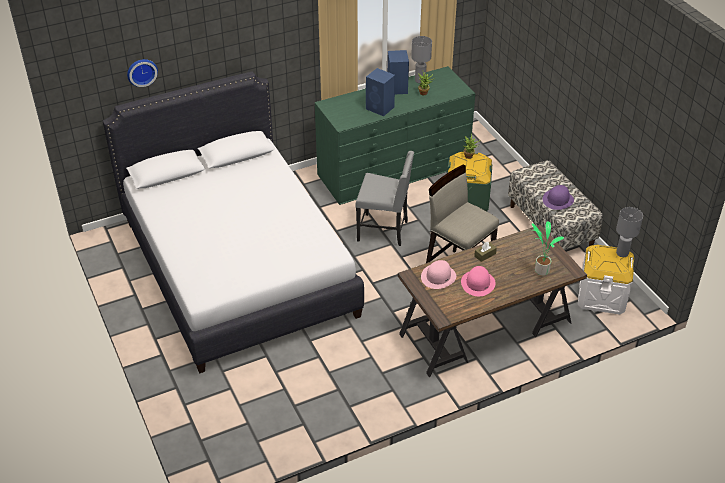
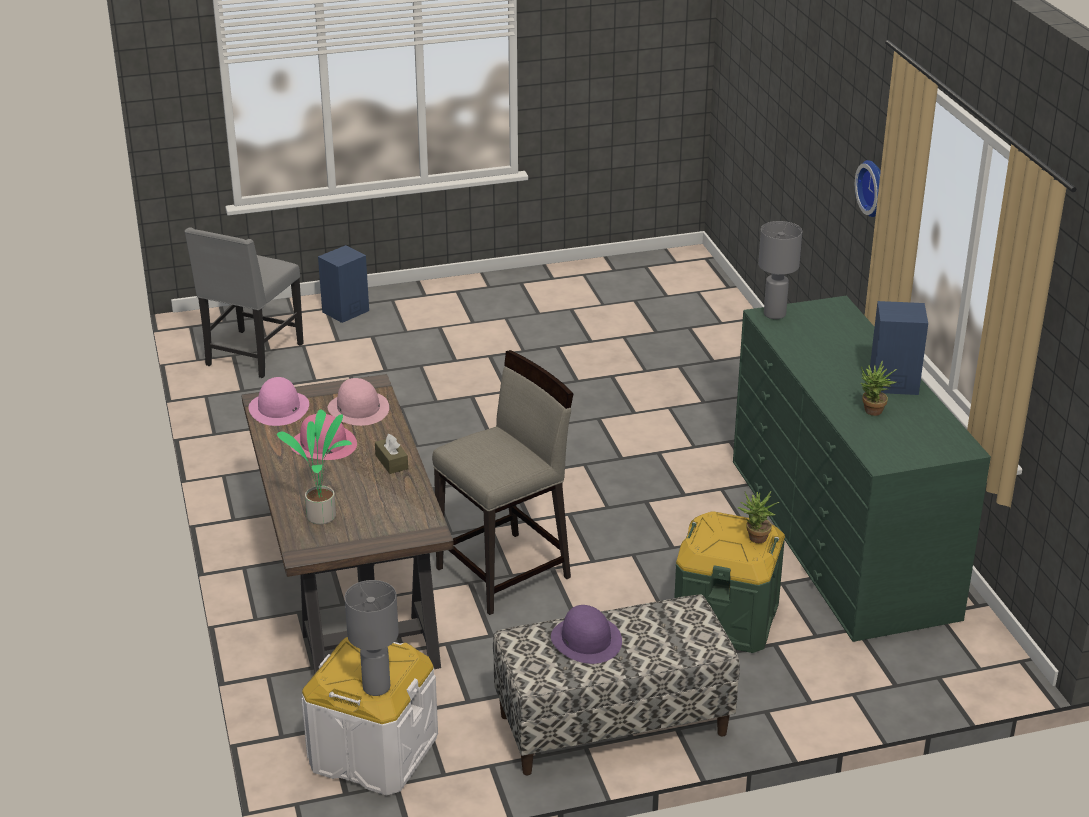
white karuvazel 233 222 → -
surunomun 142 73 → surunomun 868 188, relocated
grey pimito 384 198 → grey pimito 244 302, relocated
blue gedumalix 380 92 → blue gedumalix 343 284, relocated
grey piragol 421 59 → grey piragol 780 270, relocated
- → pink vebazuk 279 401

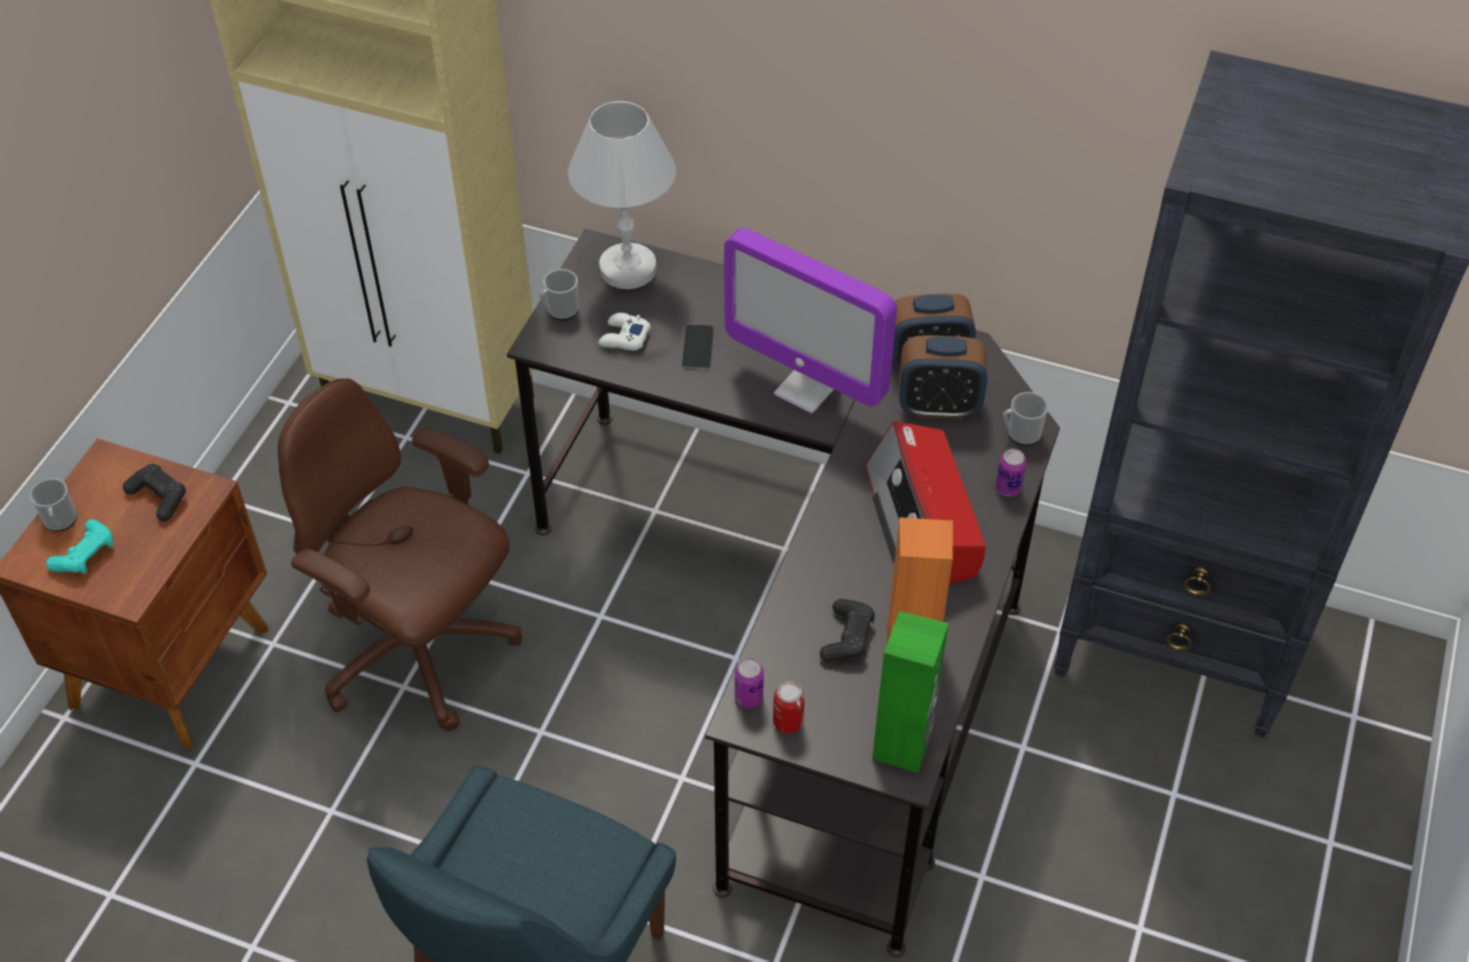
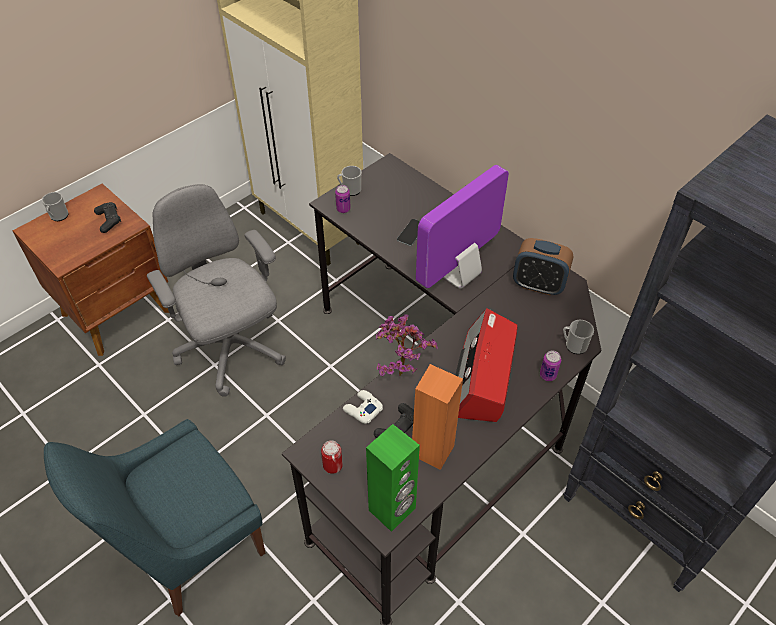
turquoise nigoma 79 546 → -
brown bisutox 400 554 → grey bisutox 216 290
white piragol 622 195 → -
white nigoma 624 332 → white nigoma 363 407, relocated
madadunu 810 321 → madadunu 462 227, 75 degrees clockwise
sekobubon 749 683 → sekobubon 343 199, relocated
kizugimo 943 377 → -
- → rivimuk 407 345

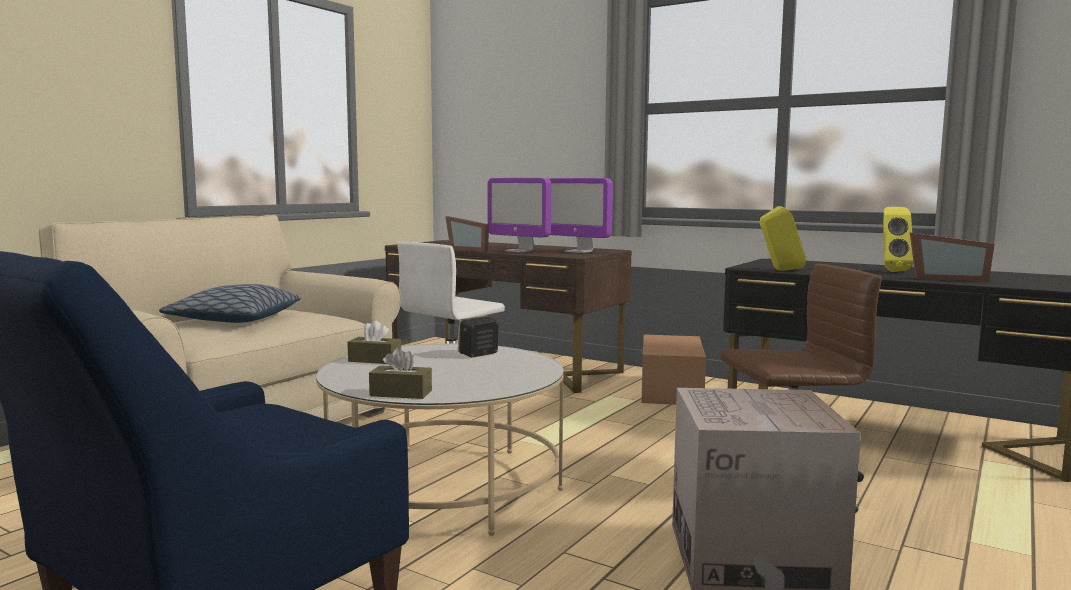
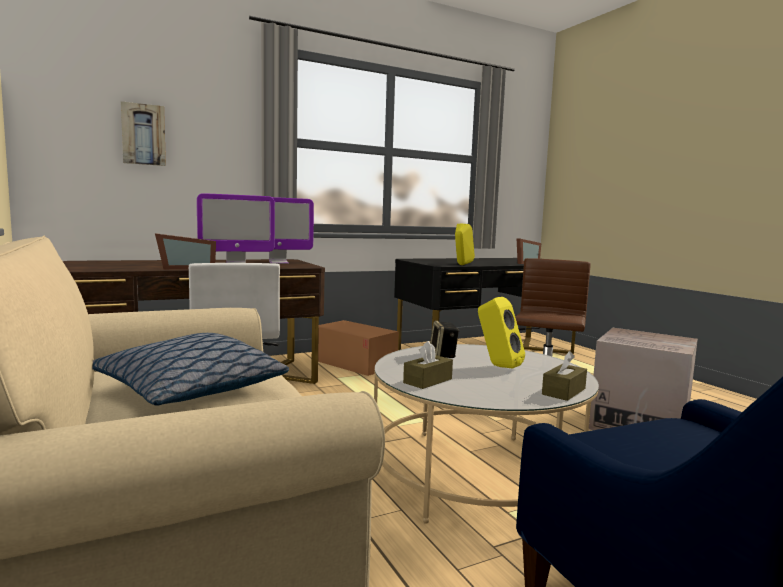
yellow gedumalix 898 239 → yellow gedumalix 501 333, relocated
- → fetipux 143 133

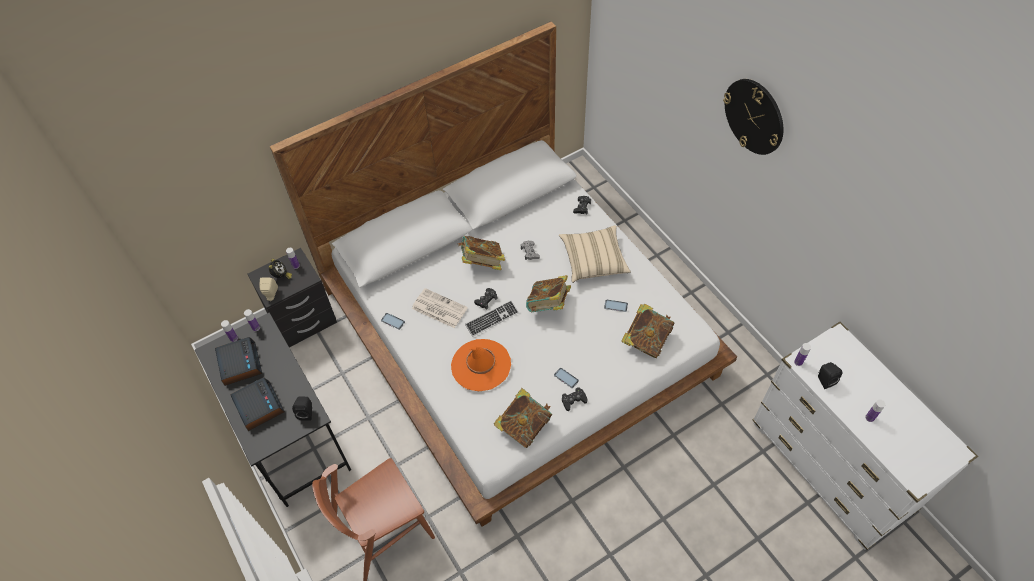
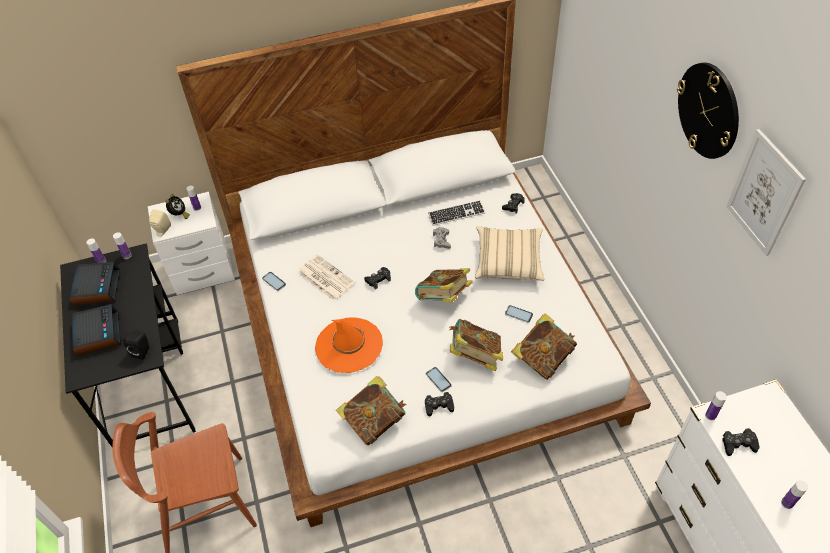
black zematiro 292 297 → white zematiro 191 243
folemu 481 253 → folemu 476 345, relocated
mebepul 492 318 → mebepul 456 213, relocated
black gedumalix 830 375 → black nigoma 740 442
- → fetipux 766 192

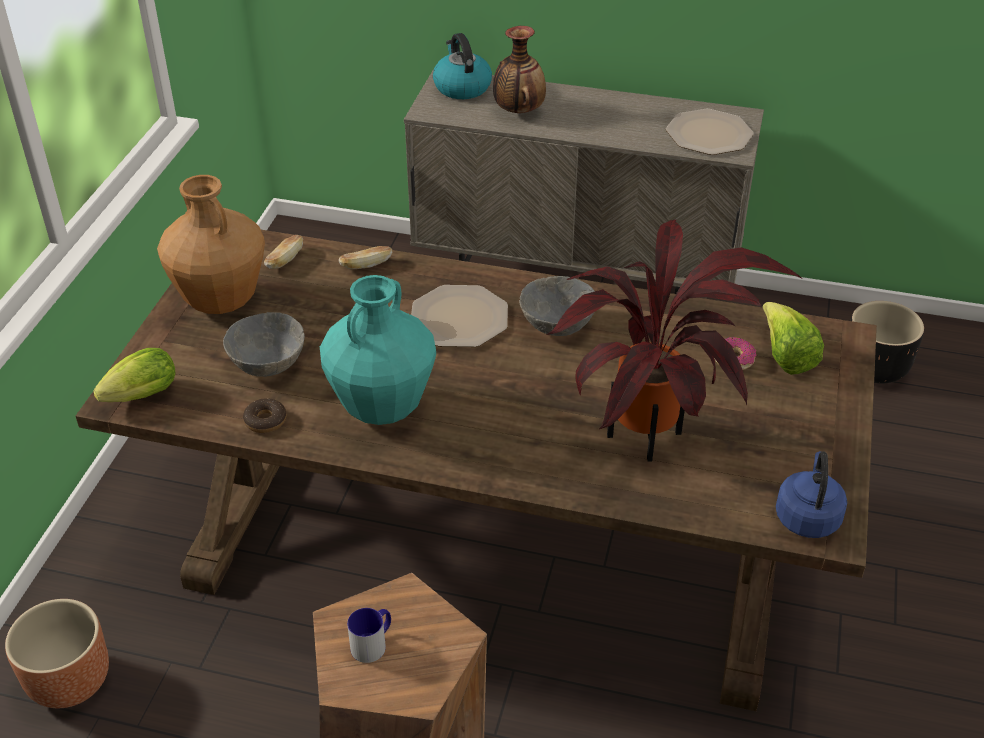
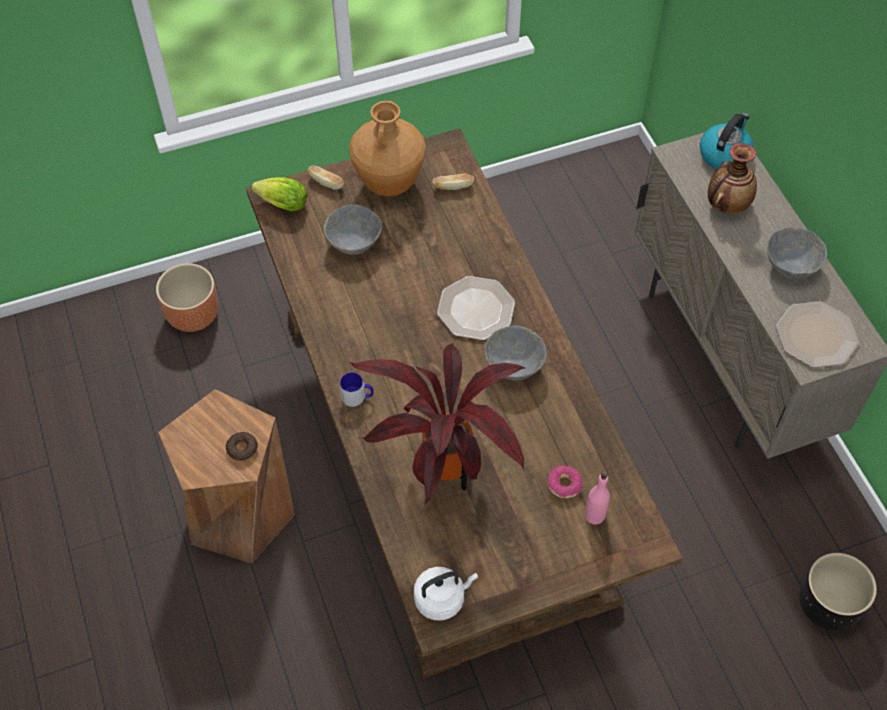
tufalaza 264 415 → tufalaza 242 446, relocated
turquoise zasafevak 378 350 → -
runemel 366 257 → runemel 326 177, relocated
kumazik 369 635 → kumazik 357 389, relocated
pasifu 793 338 → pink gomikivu 597 498
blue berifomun 811 494 → white berifomun 446 594
- → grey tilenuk 797 252

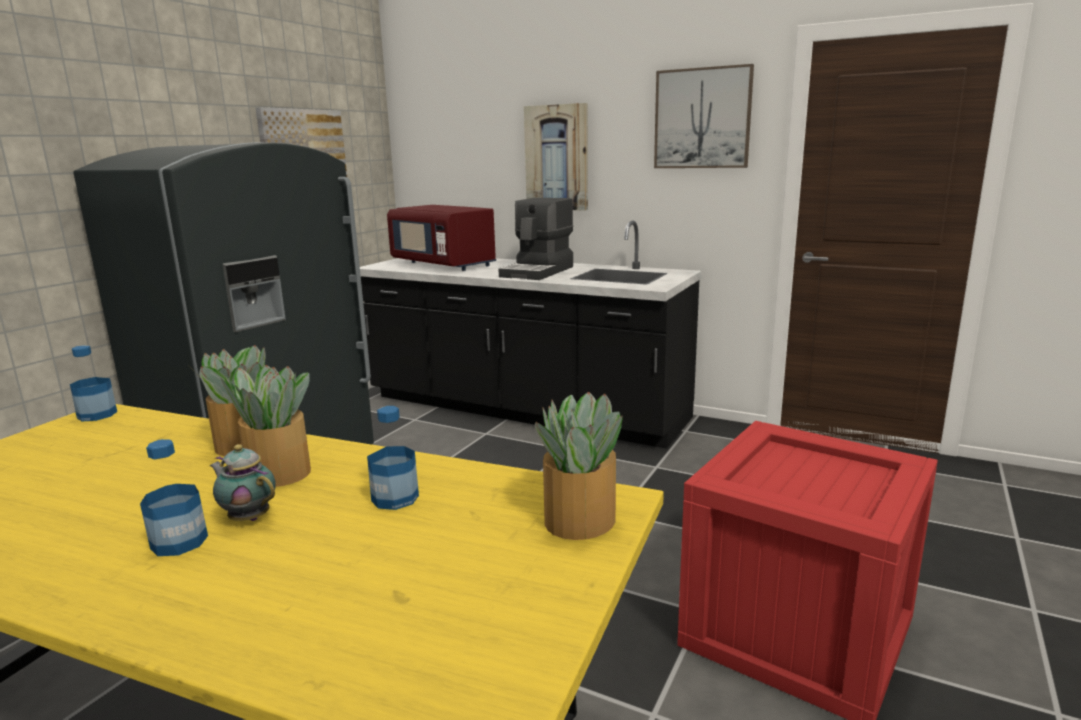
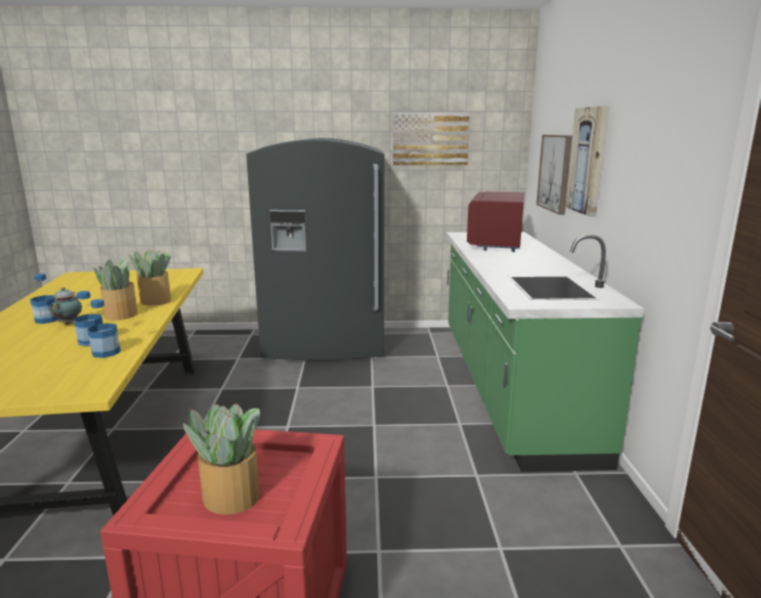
gomikivu 93 383 → gomikivu 104 328, relocated
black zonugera 531 335 → green zonugera 545 352
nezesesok 535 239 → -
rivimuk 579 466 → rivimuk 221 459, relocated
fetipux 704 116 → fetipux 554 175, relocated

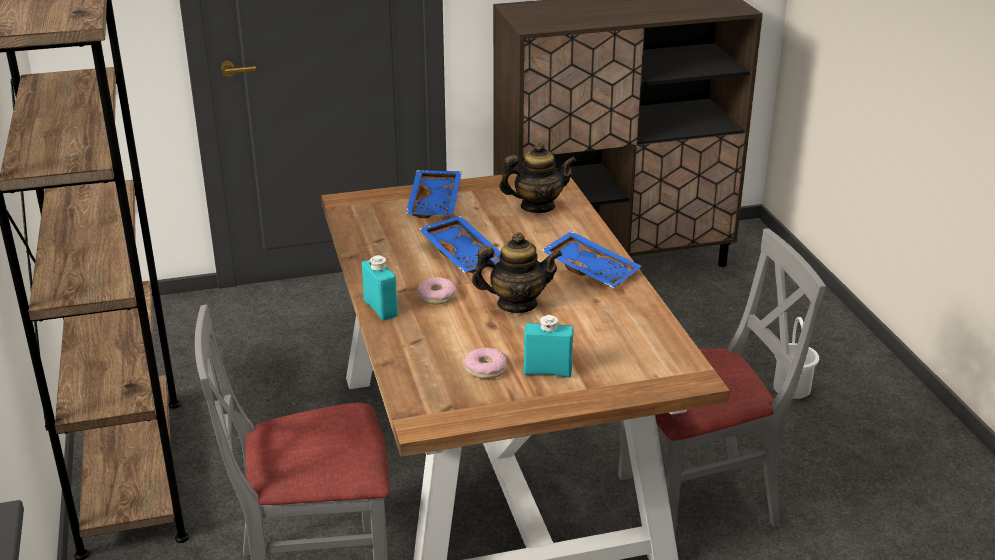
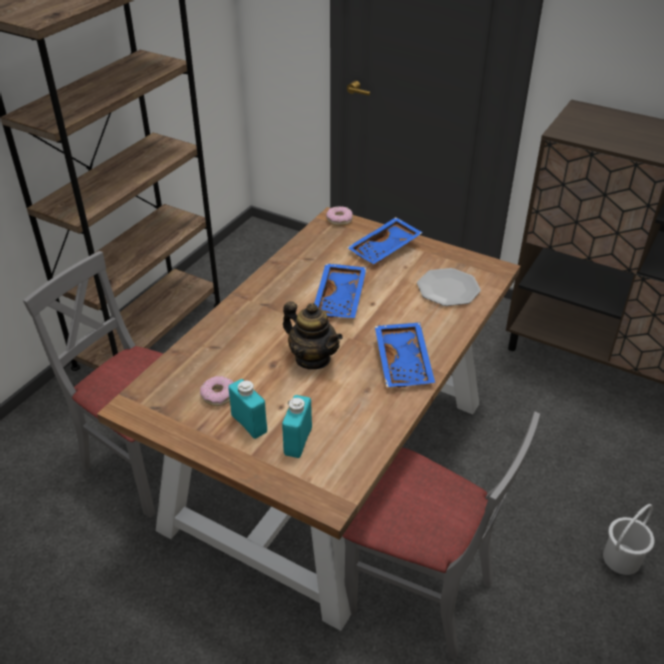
turquoise gomikivu 380 287 → turquoise gomikivu 297 426, relocated
tufalaza 436 290 → tufalaza 339 216, relocated
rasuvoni 537 177 → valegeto 449 287

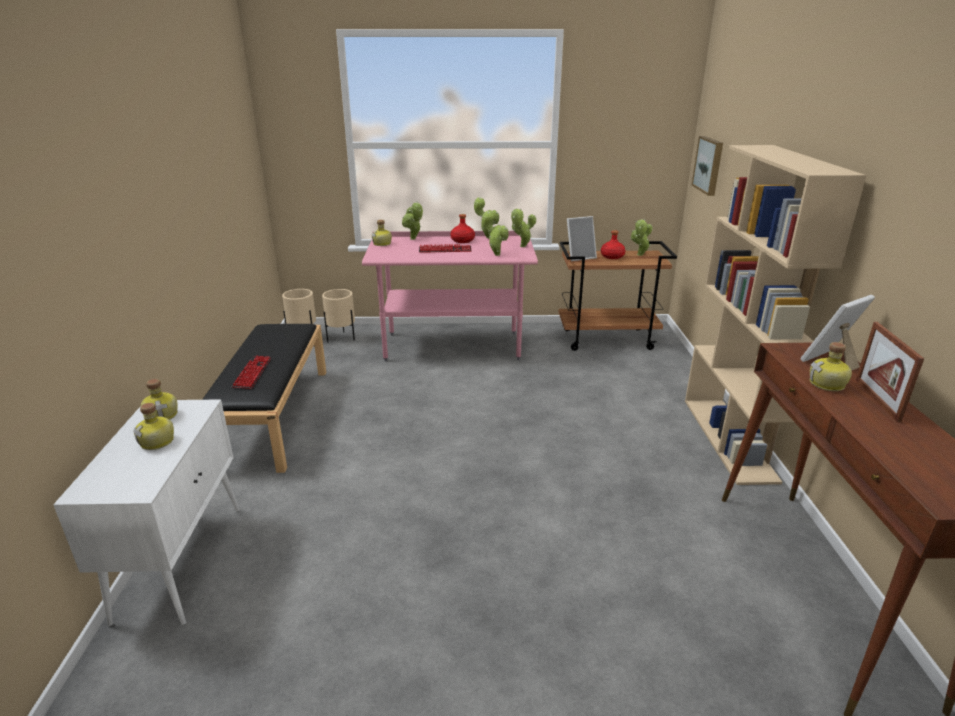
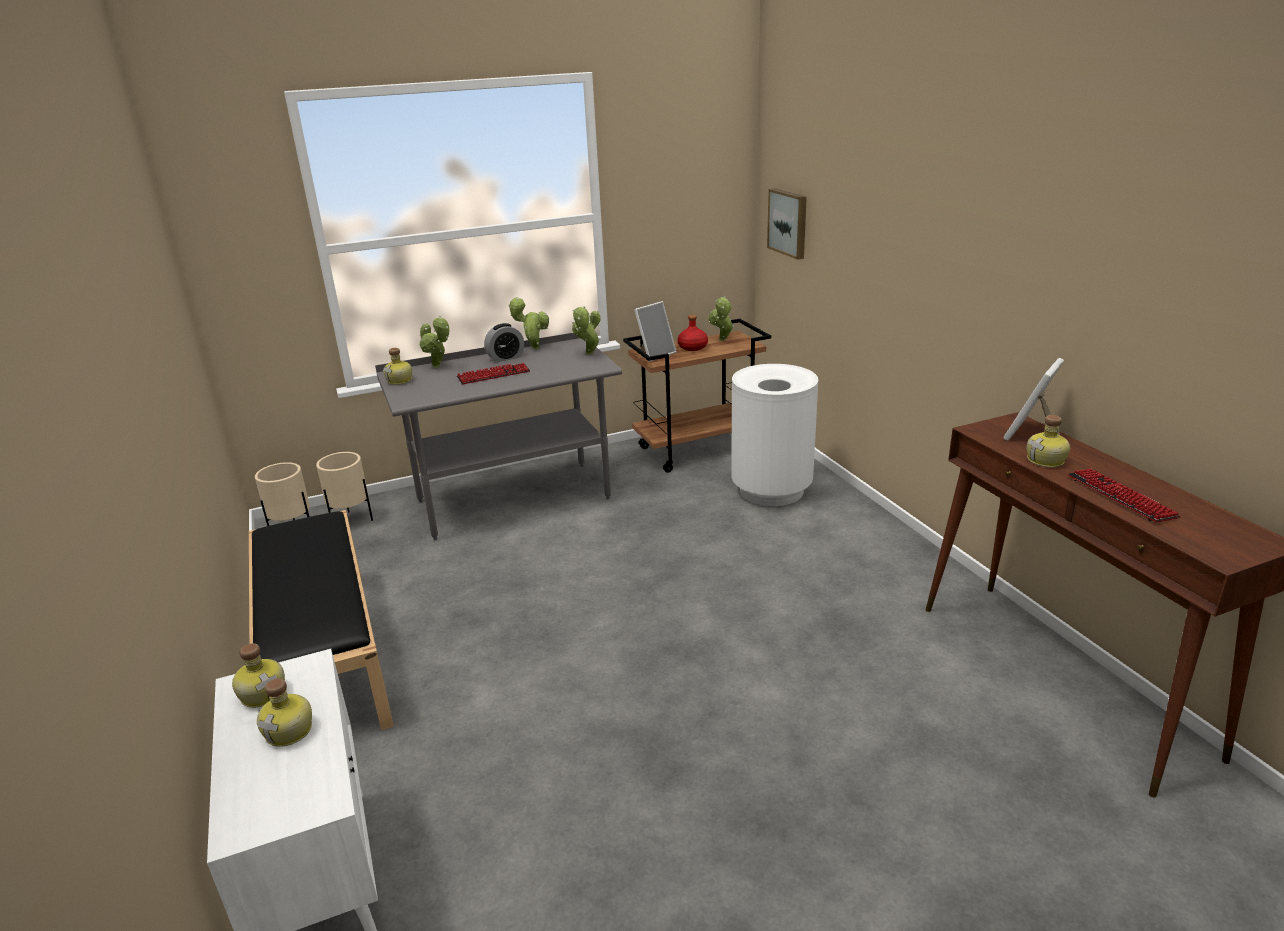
mebepul 251 372 → mebepul 1124 495, relocated
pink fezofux 450 296 → grey fezofux 498 436
red gomikivu 462 228 → kizugimo 504 342
rivimuk 495 233 → -
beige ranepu 776 315 → -
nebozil 890 372 → -
- → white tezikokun 774 435

